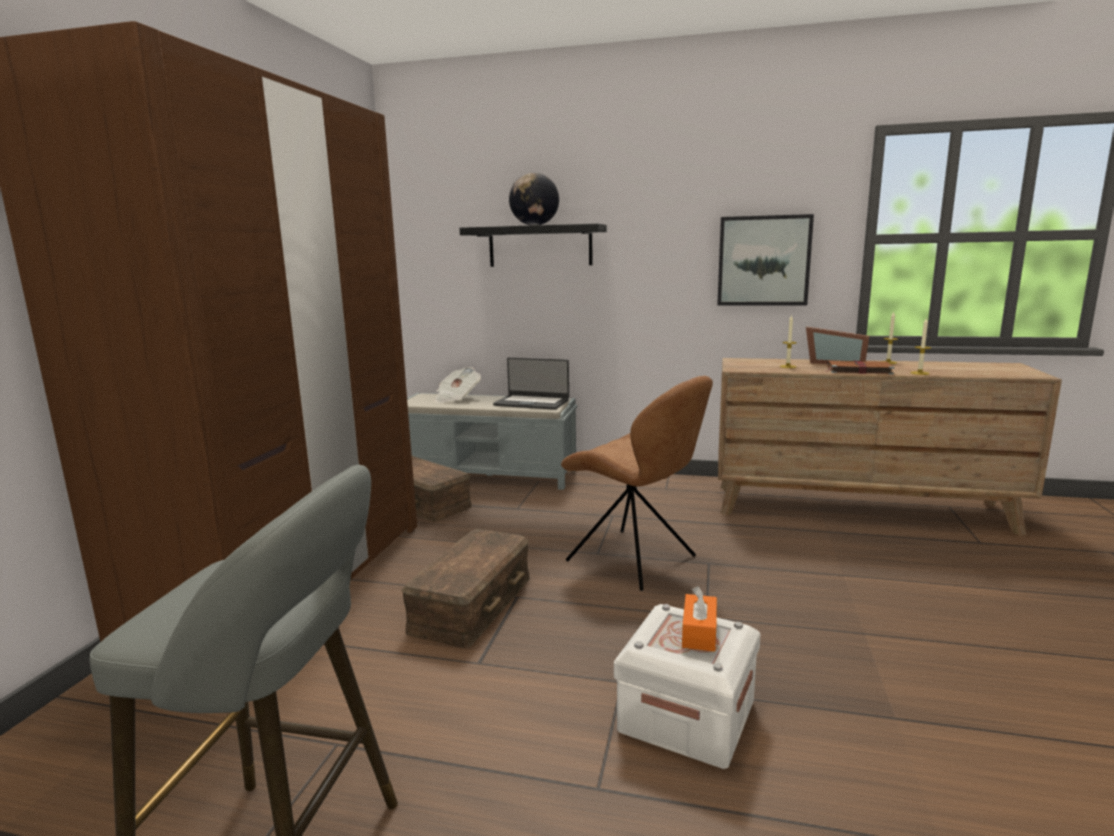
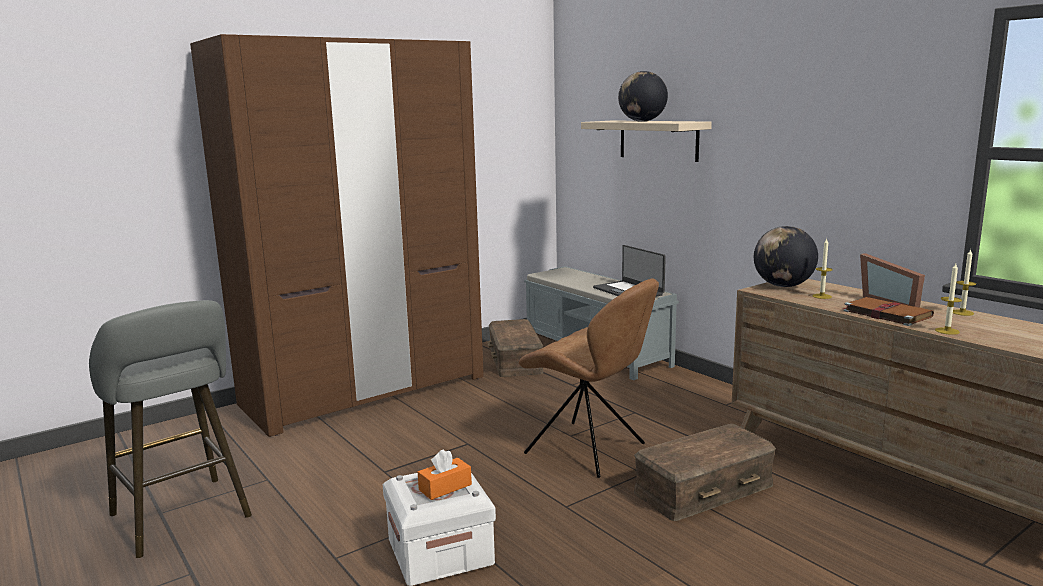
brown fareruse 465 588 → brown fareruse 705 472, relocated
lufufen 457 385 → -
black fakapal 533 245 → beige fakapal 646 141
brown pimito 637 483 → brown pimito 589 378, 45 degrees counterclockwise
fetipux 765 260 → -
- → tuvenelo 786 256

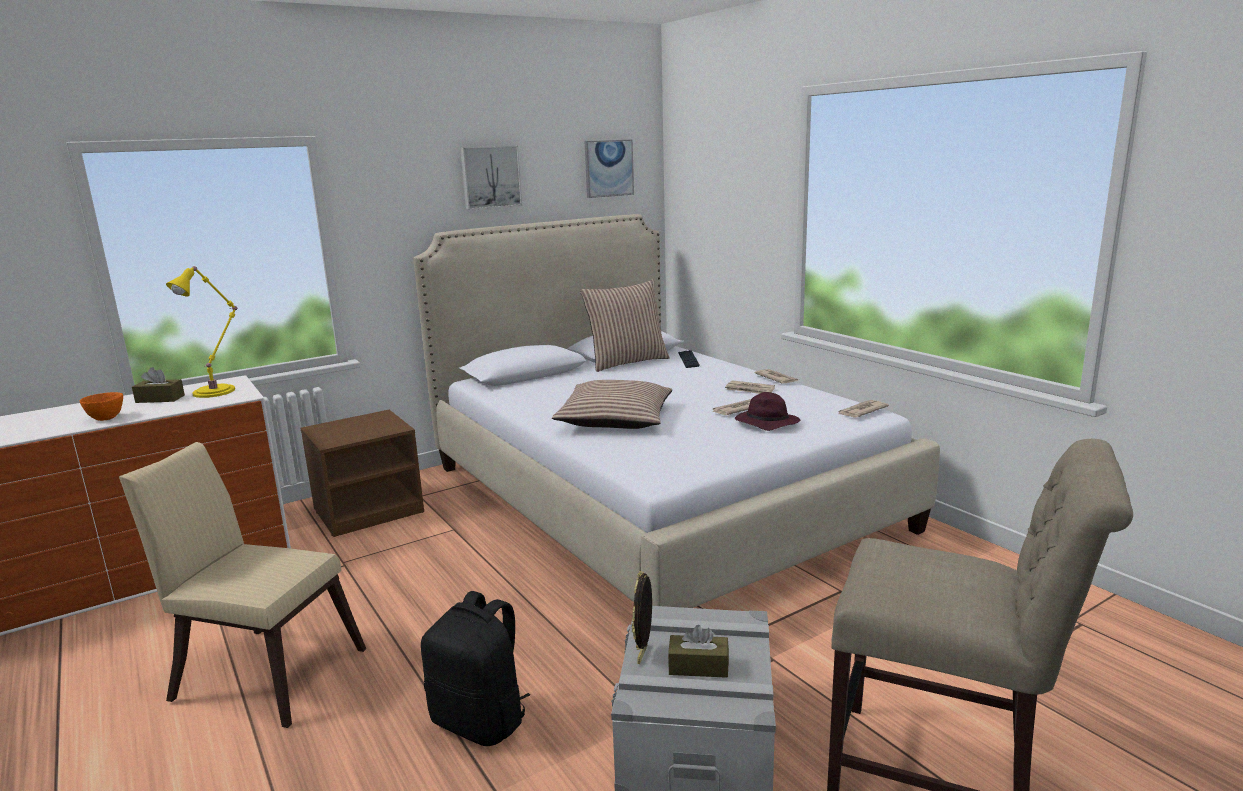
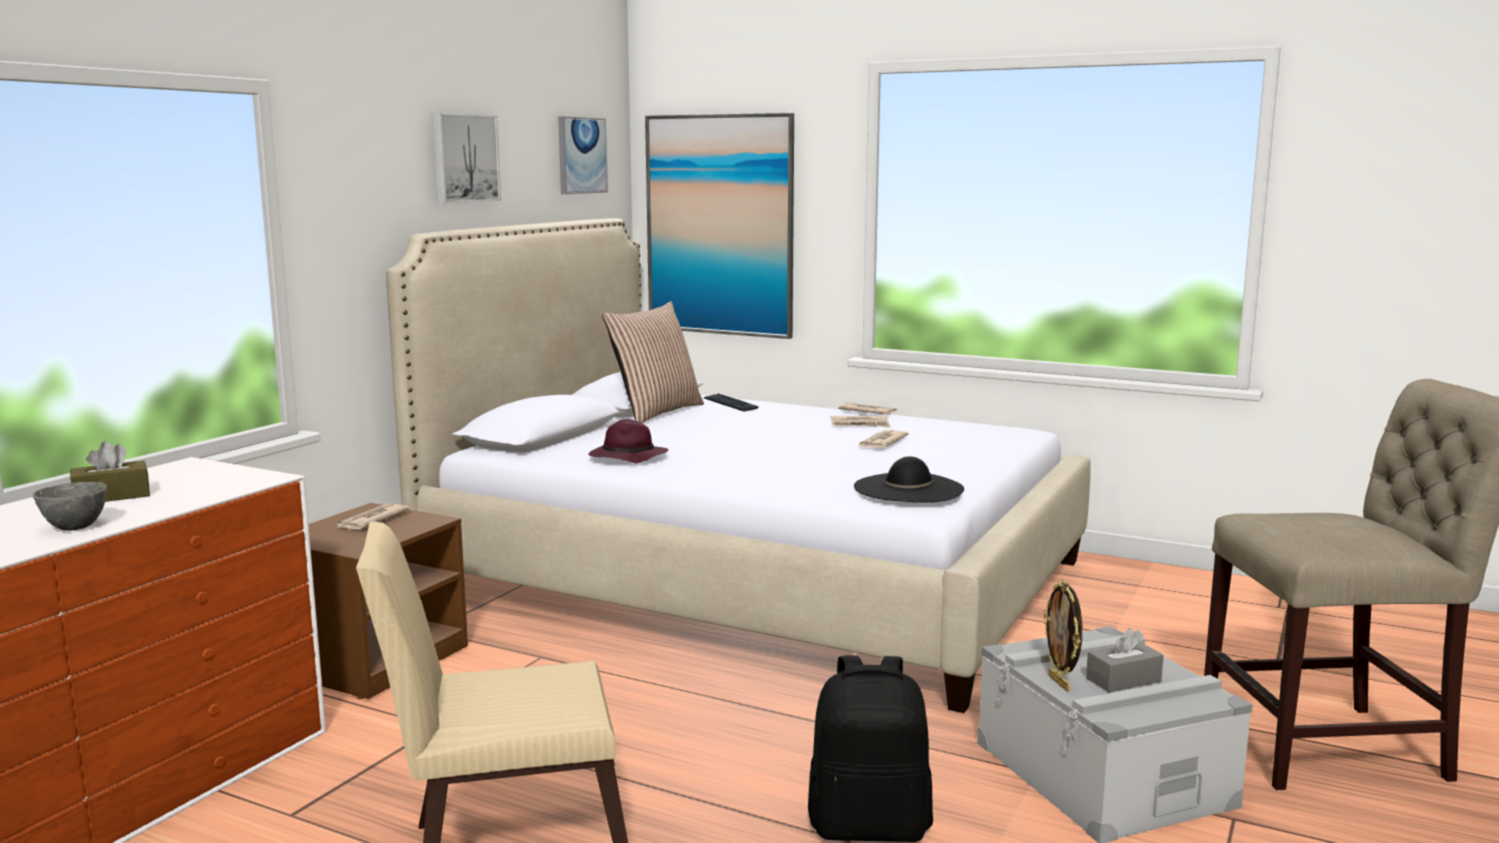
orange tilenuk 101 406 → grey tilenuk 70 506
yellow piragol 201 332 → -
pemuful 612 404 → -
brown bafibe 698 651 → grey bafibe 1125 660
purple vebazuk 767 411 → purple vebazuk 628 441, relocated
lufufen 863 409 → lufufen 373 516, relocated
- → fetipux 719 226
- → black vebazuk 909 479

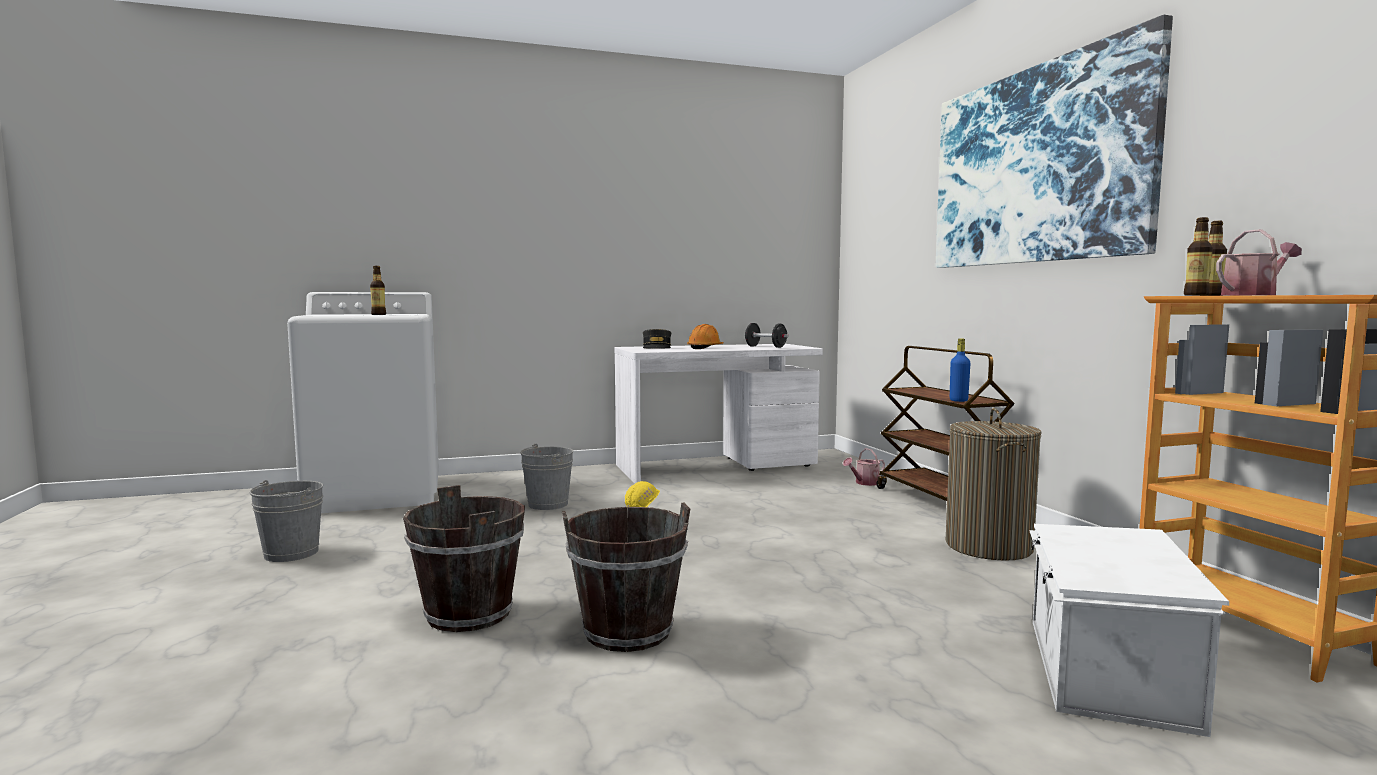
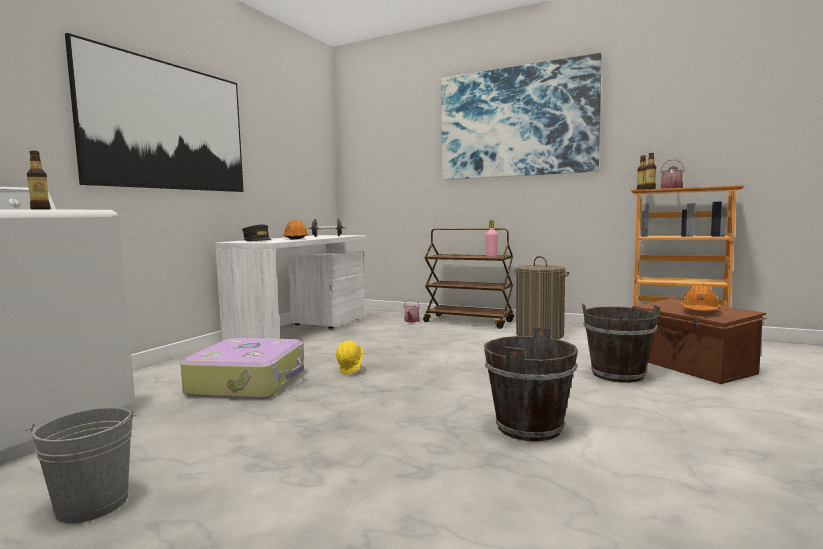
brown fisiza 464 558 → brown fisiza 621 343, relocated
grey fisiza 546 477 → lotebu 242 368
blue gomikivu 960 370 → pink gomikivu 492 239
white fareruse 1129 630 → brown fareruse 699 341
- → fetipux 154 112
- → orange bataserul 701 298

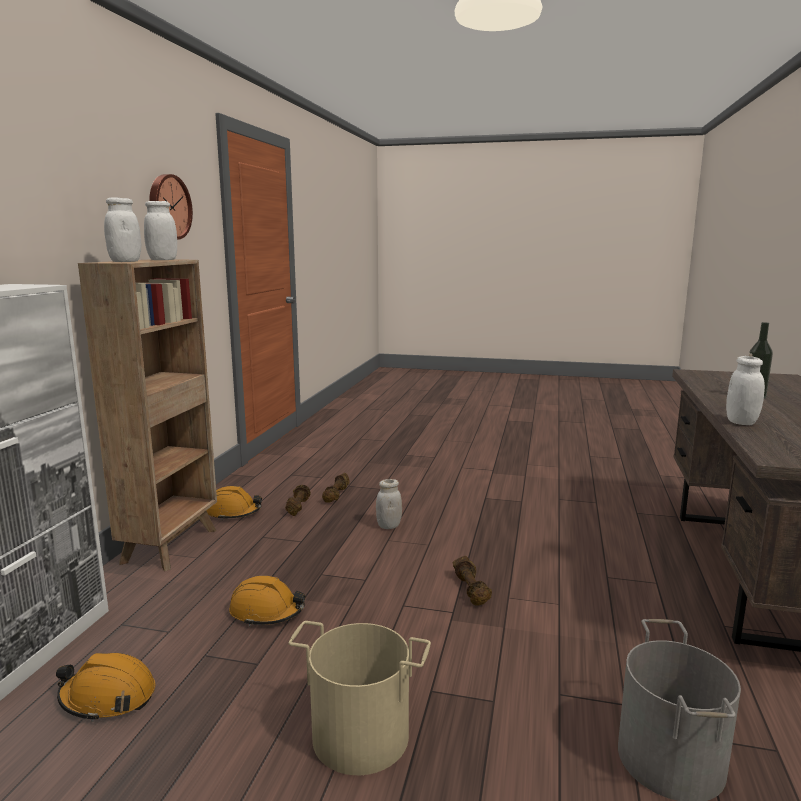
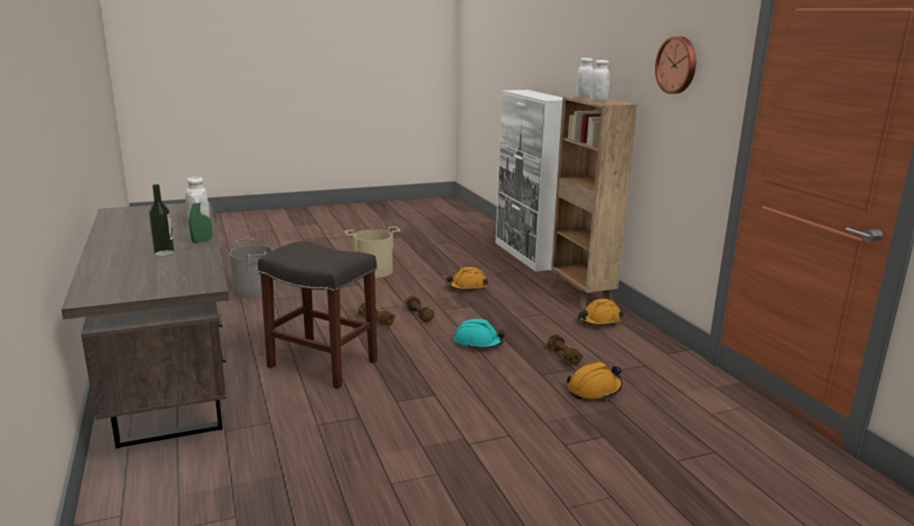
orange bataserul 105 687 → orange bataserul 594 381, relocated
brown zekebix 298 500 → brown zekebix 419 308, relocated
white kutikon 389 504 → turquoise bataserul 480 334
- → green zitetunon 200 217
- → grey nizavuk 317 315

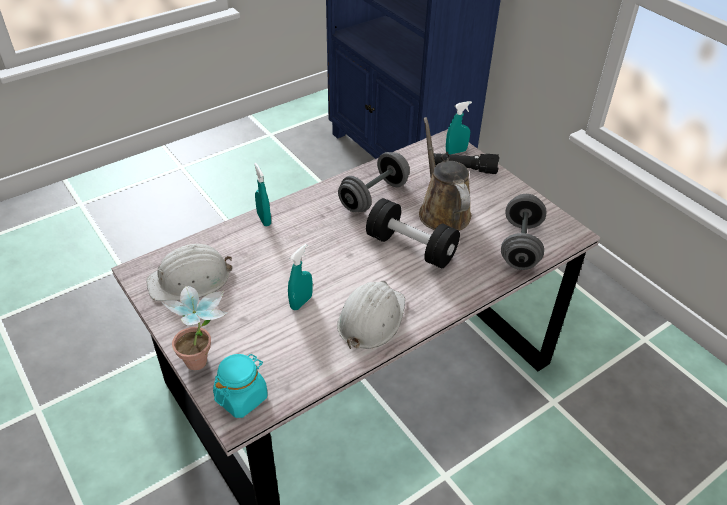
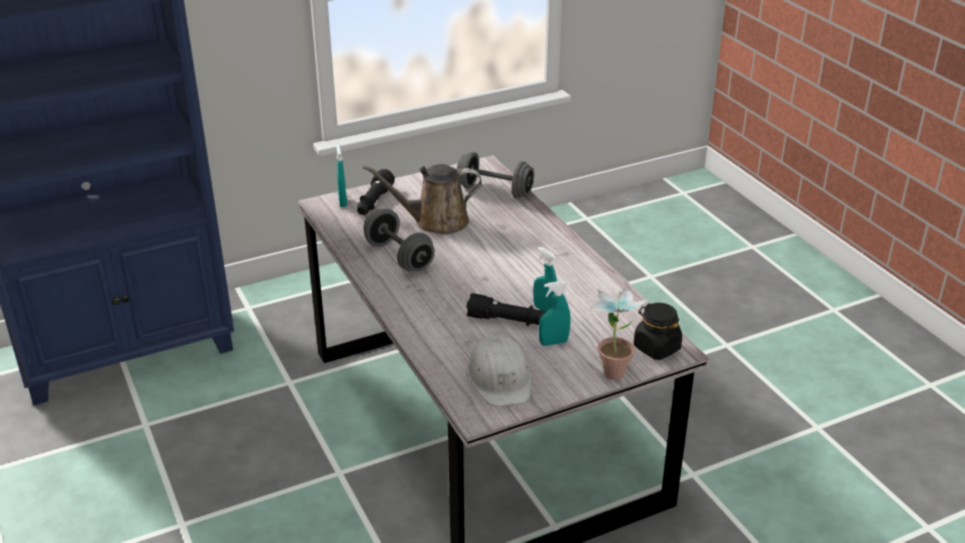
turquoise kutikon 240 386 → black kutikon 658 331
turquoise zitetunon 262 194 → turquoise zitetunon 555 313, relocated
white bataserul 371 315 → -
black zekebix 413 233 → -
- → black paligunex 506 309

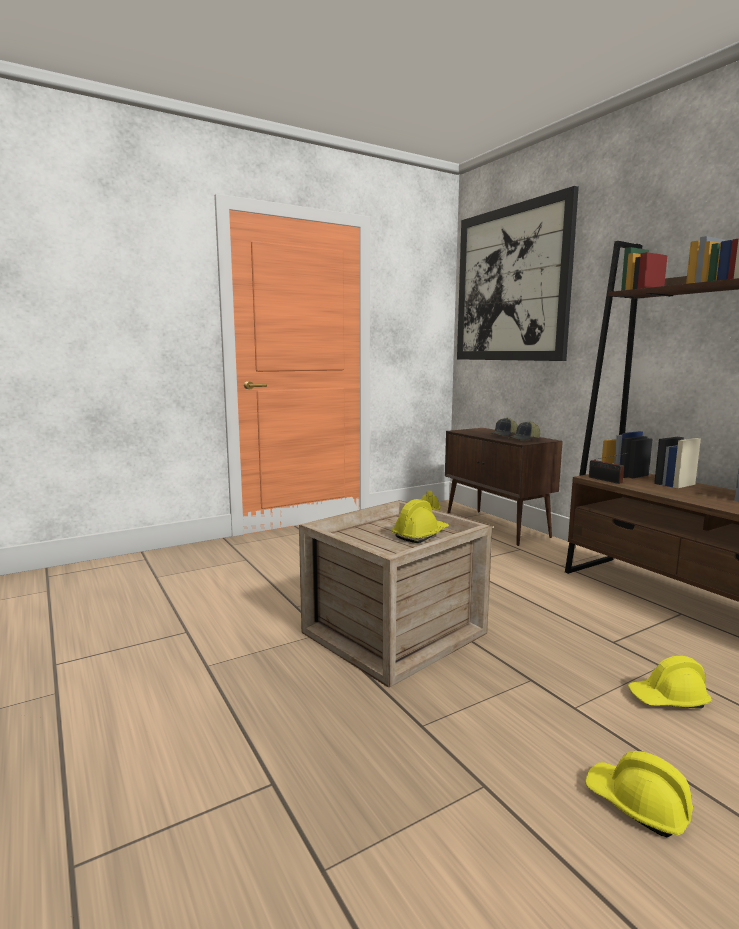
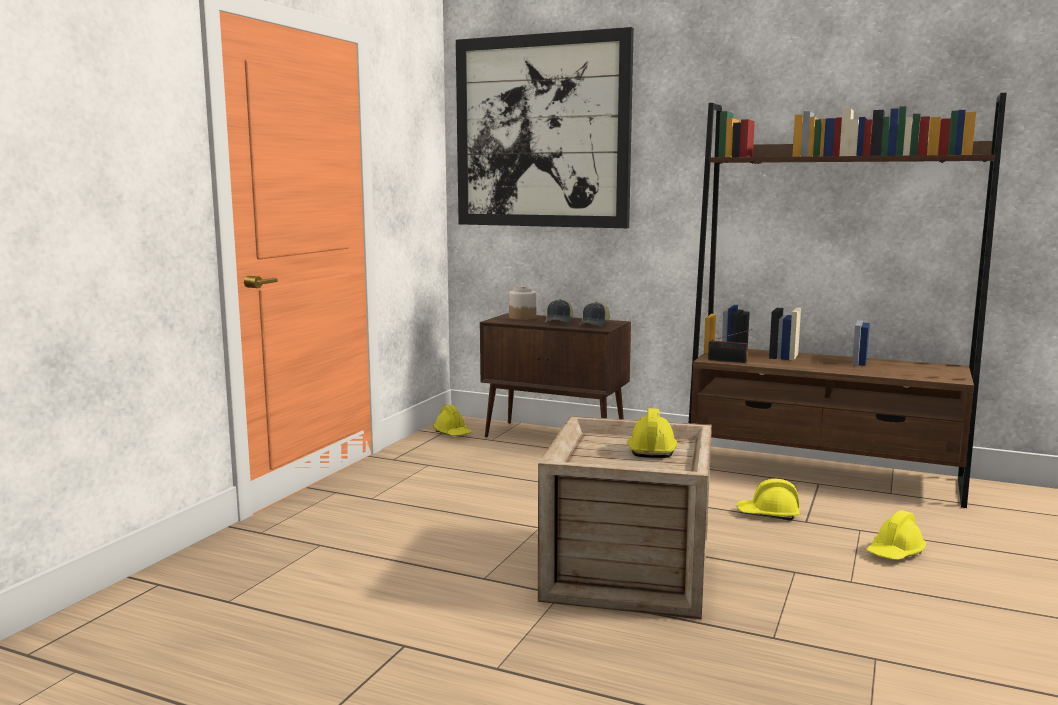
yellow bataserul 639 794 → yellow bataserul 768 500, relocated
- → kutikon 523 303

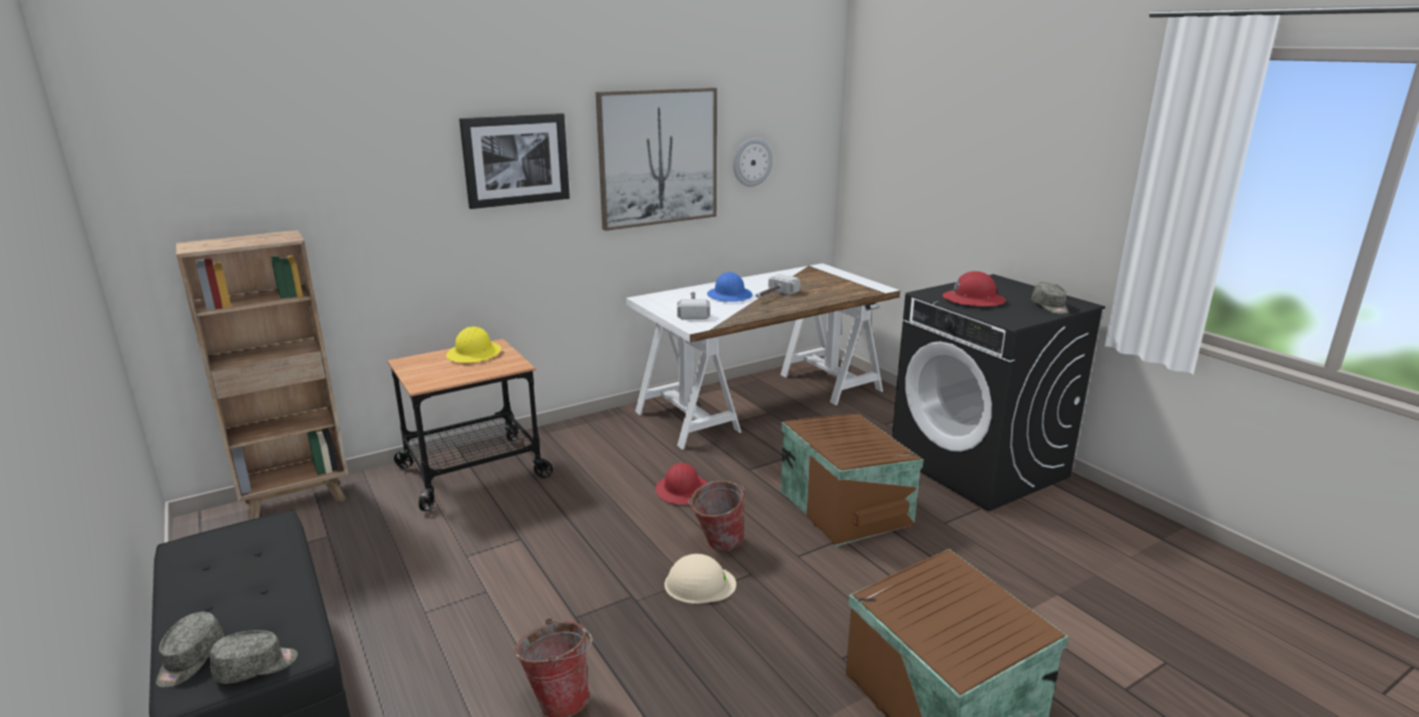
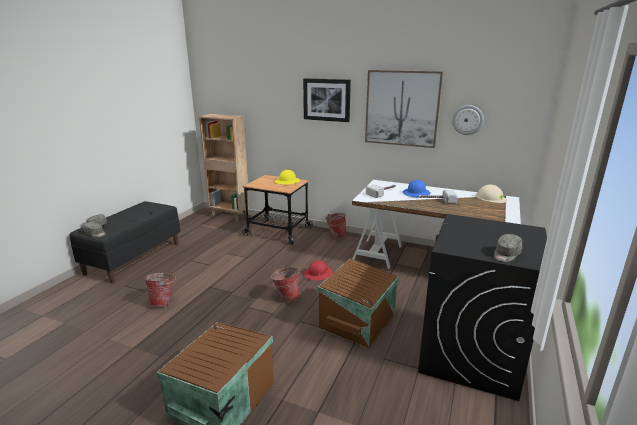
beige bataserul 700 579 → beige bataserul 492 194, relocated
red bataserul 974 288 → -
- → fisiza 336 225

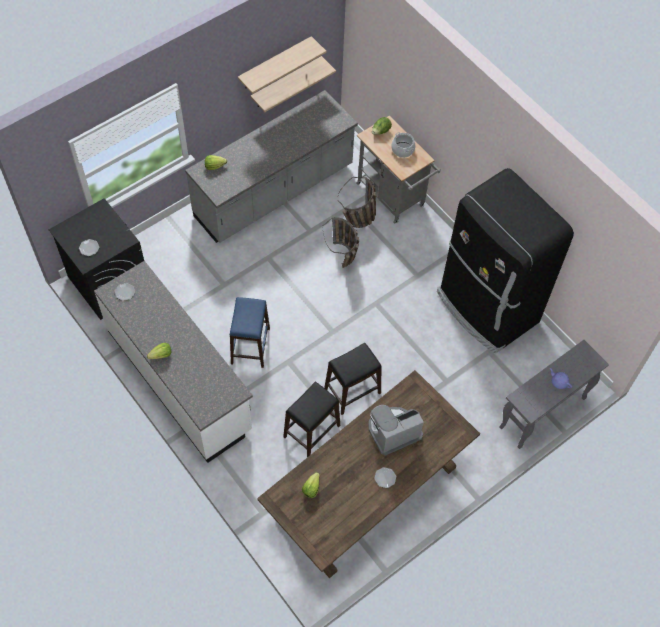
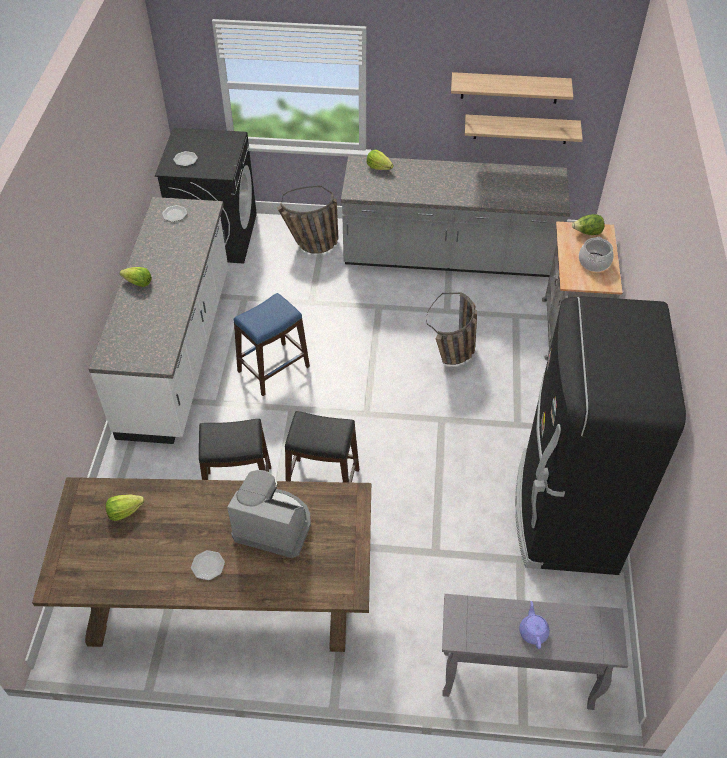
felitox 357 202 → felitox 307 220, relocated

